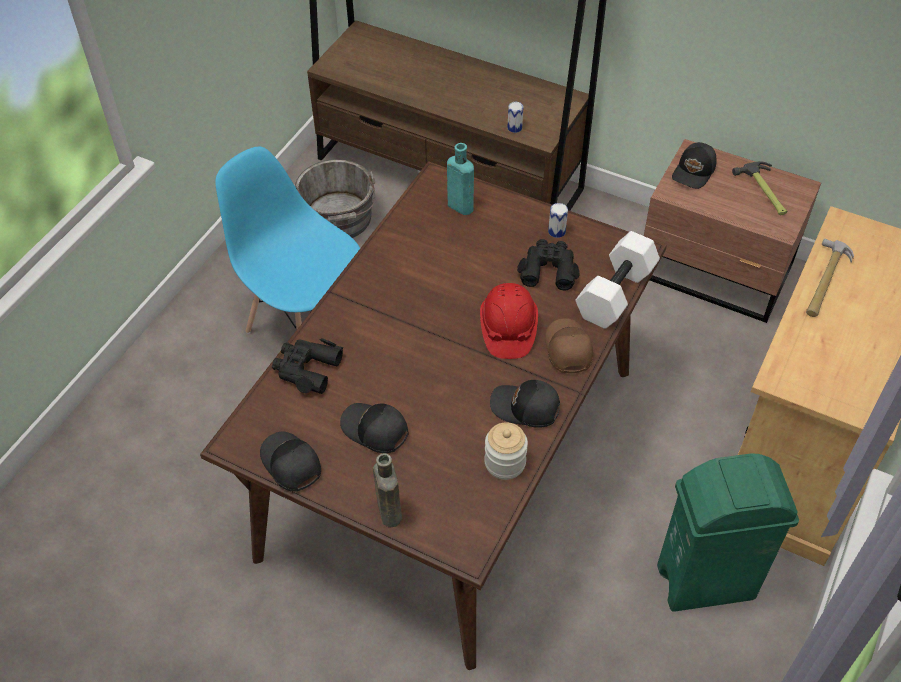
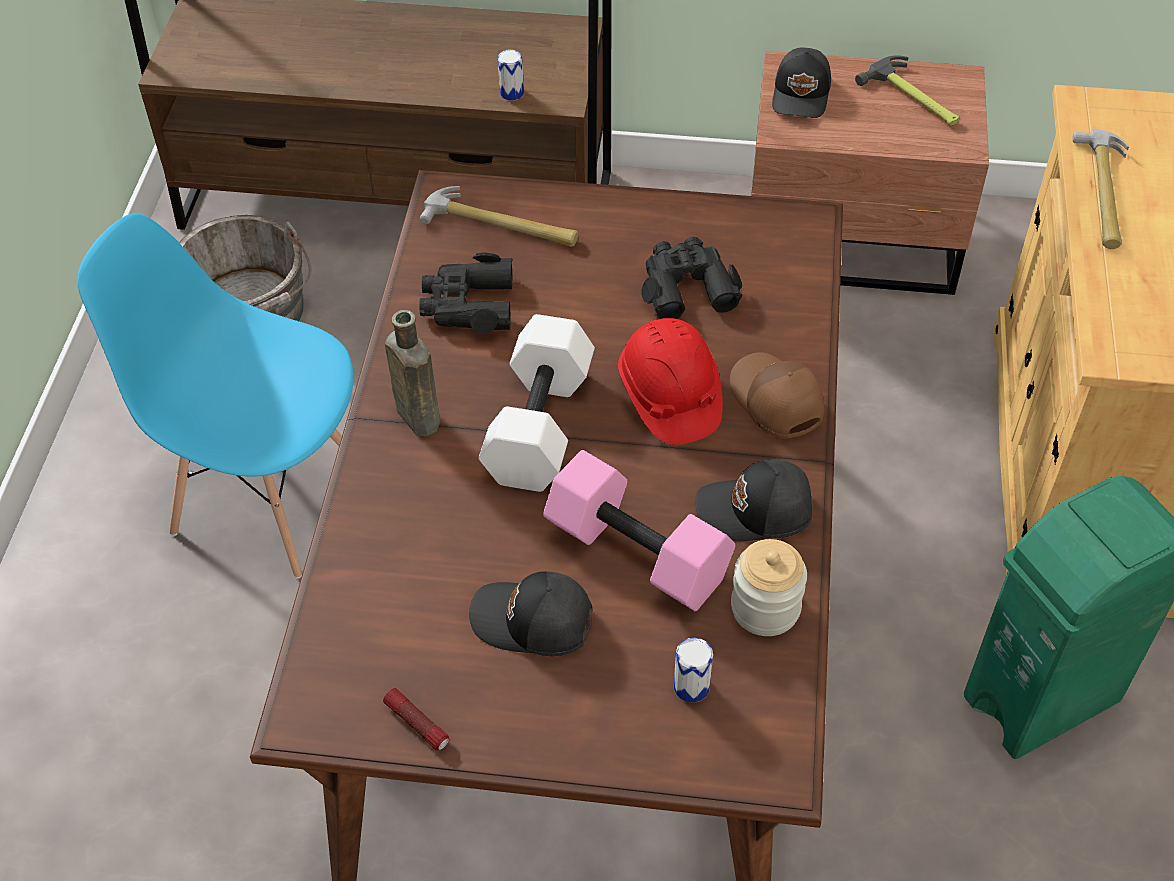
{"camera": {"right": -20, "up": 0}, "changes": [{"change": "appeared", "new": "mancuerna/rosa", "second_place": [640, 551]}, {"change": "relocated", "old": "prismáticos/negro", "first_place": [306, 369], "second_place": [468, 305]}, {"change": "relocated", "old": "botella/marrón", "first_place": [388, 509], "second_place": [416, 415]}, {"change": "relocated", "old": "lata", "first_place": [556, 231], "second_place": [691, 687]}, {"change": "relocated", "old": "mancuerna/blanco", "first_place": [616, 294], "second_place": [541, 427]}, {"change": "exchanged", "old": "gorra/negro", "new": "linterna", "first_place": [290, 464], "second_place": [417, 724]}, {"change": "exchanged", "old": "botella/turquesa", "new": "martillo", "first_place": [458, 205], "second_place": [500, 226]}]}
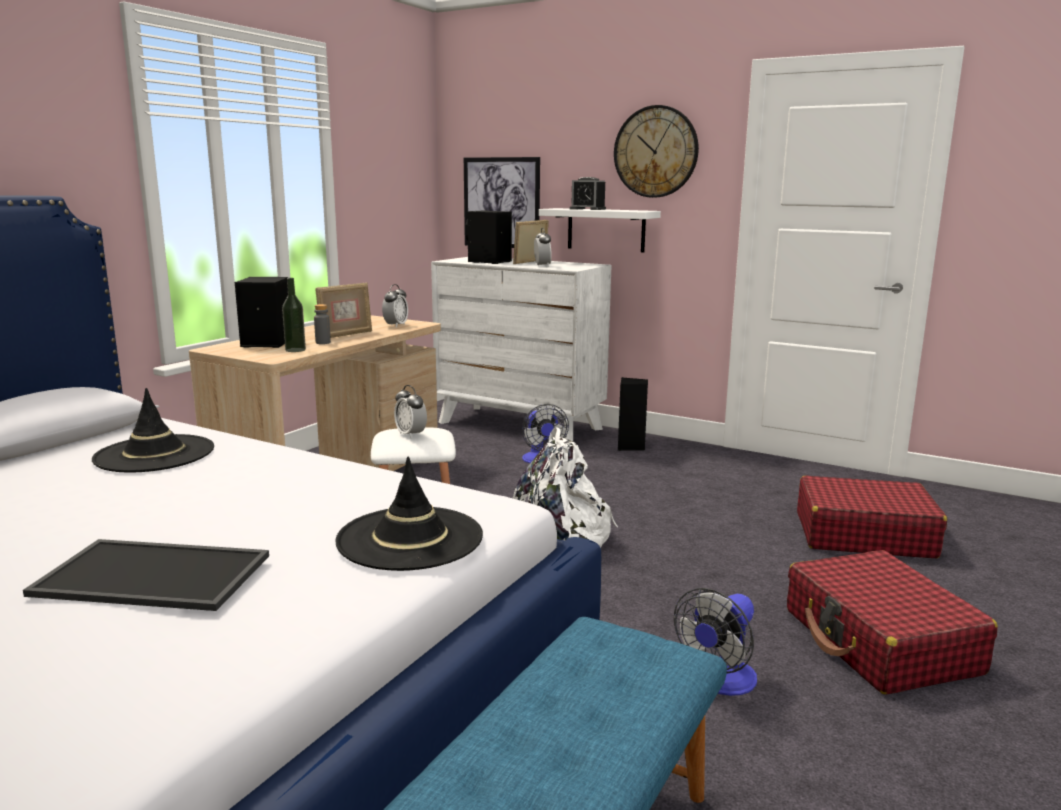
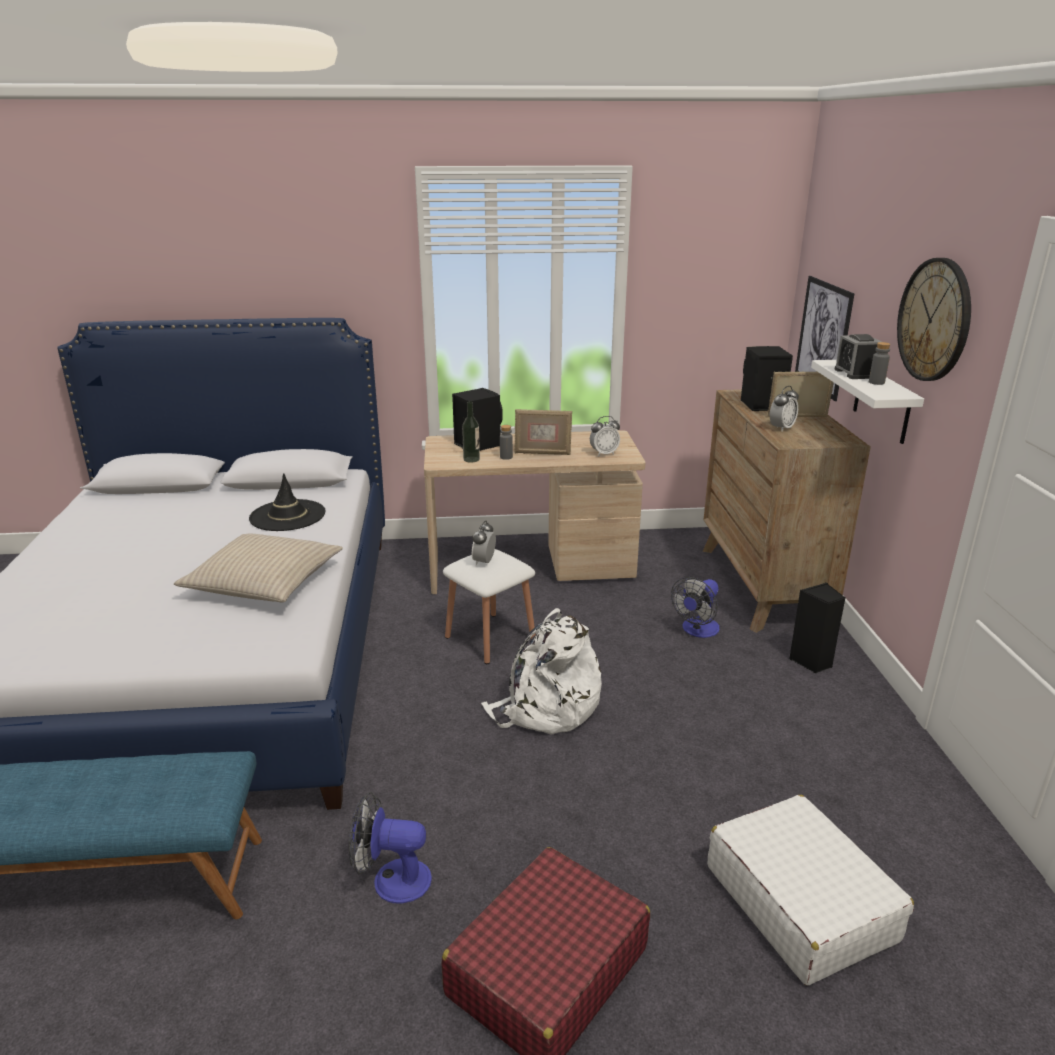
{"camera": {"right": 55, "up": 10}, "changes": [{"change": "missing", "old": "bandeja", "first_place": [156, 574]}, {"change": "missing", "old": "sombrero/negro", "first_place": [410, 538]}, {"change": "appeared", "new": "cojín/beis", "second_place": [264, 582]}, {"change": "appeared", "new": "botella/gris", "second_place": [876, 382]}, {"change": "colour", "old": "cómoda/blanco", "new": "cómoda/marrón", "first_place": [520, 425], "second_place": [762, 585]}, {"change": "colour", "old": "maleta/rojo", "new": "maleta/blanco", "first_place": [863, 535], "second_place": [799, 902]}]}
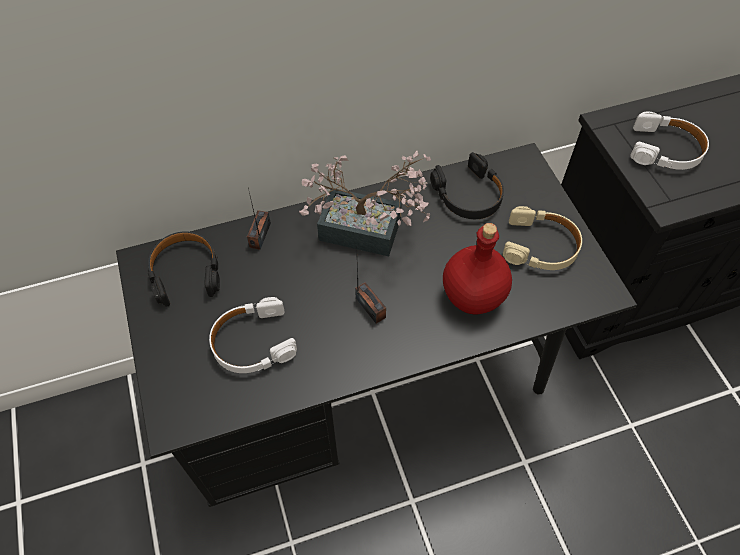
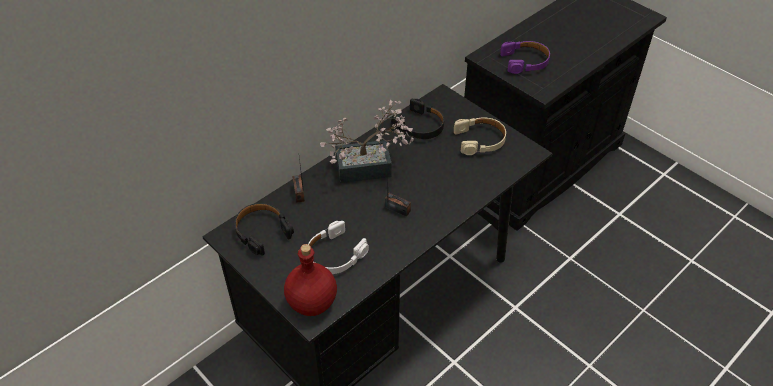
{"camera": {"right": -25, "up": -10}, "changes": [{"change": "relocated", "old": "botella/rojo", "first_place": [473, 297], "second_place": [312, 303]}, {"change": "colour", "old": "auriculares/blanco", "new": "auriculares/morado", "first_place": [665, 150], "second_place": [525, 61]}]}
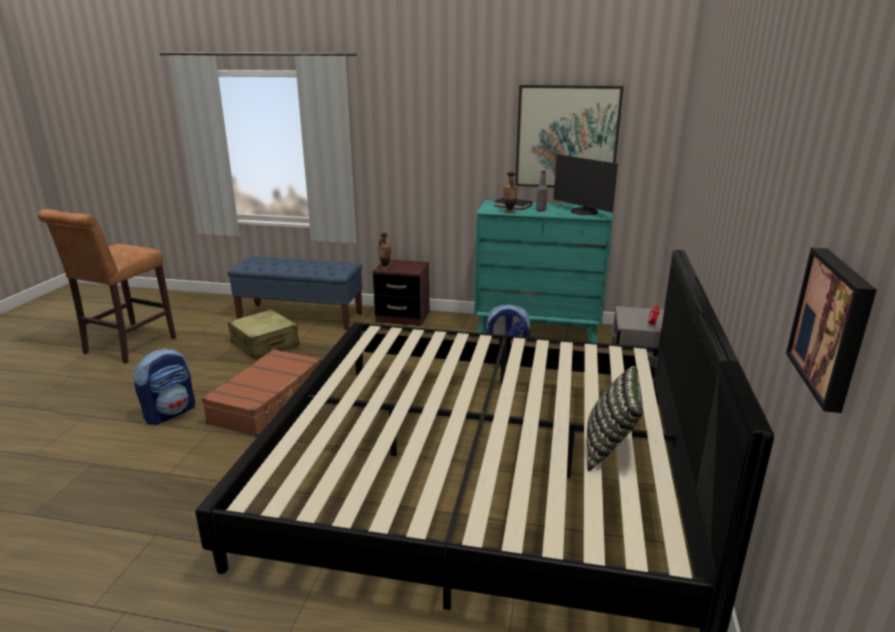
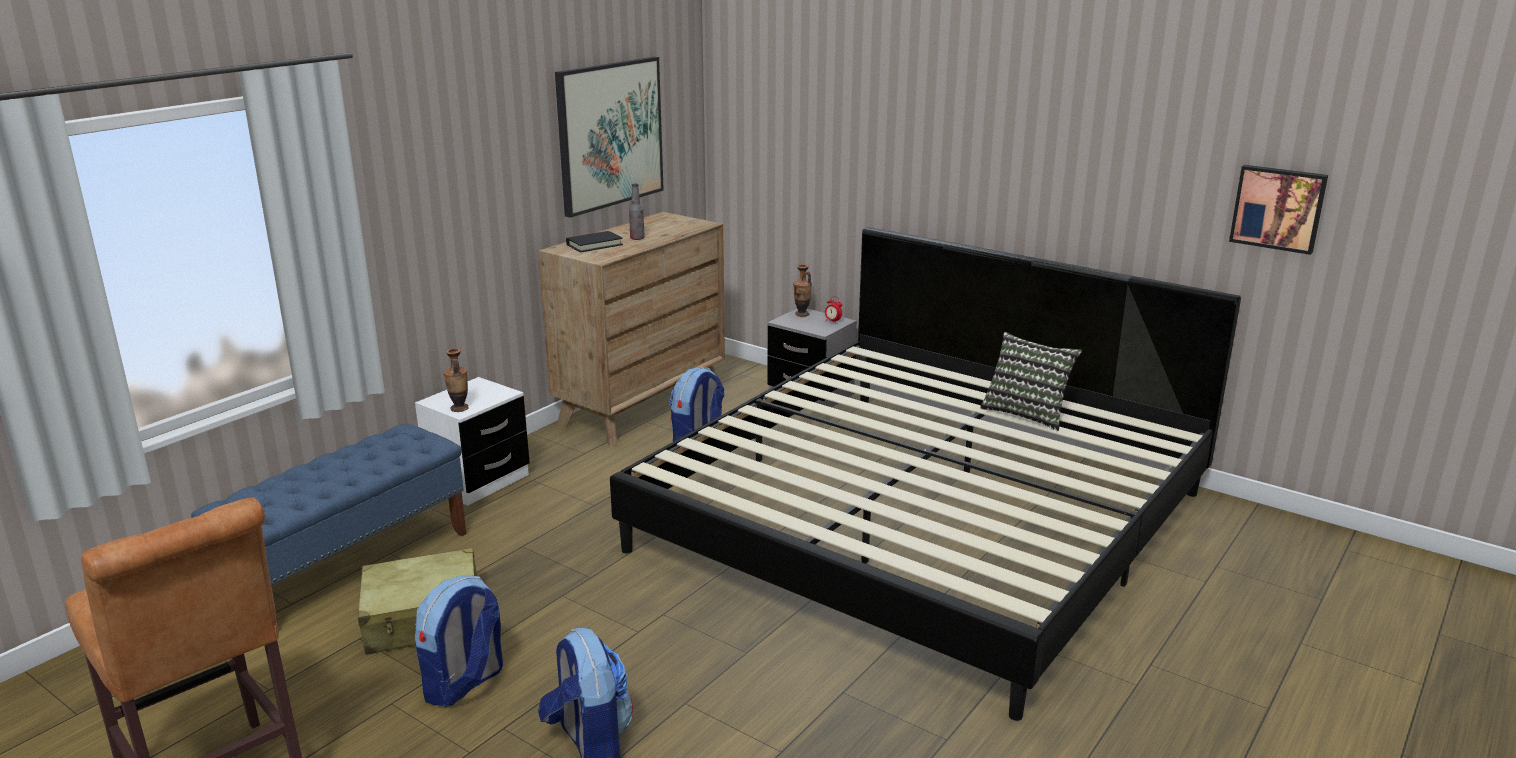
{"camera": {"right": -65, "up": 0}, "changes": [{"change": "missing", "old": "maleta/marrón", "first_place": [269, 402]}, {"change": "missing", "old": "monitor", "first_place": [583, 212]}, {"change": "appeared", "new": "mochila", "second_place": [464, 684]}, {"change": "relocated", "old": "florero", "first_place": [509, 212], "second_place": [802, 314]}, {"change": "colour", "old": "mesita de noche/marrón", "new": "mesita de noche/blanco", "first_place": [403, 317], "second_place": [478, 481]}, {"change": "colour", "old": "cómoda/turquesa", "new": "cómoda/marrón", "first_place": [537, 331], "second_place": [641, 407]}]}
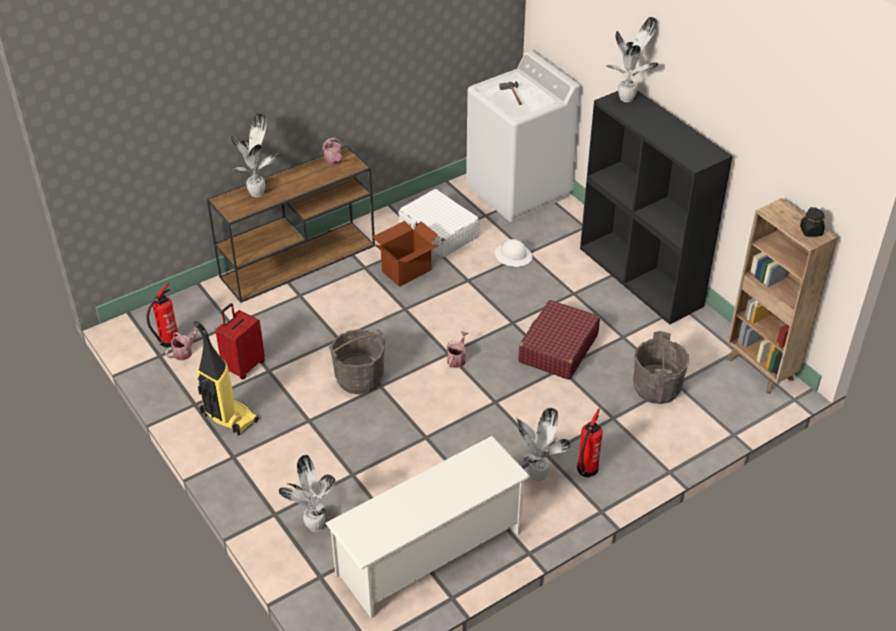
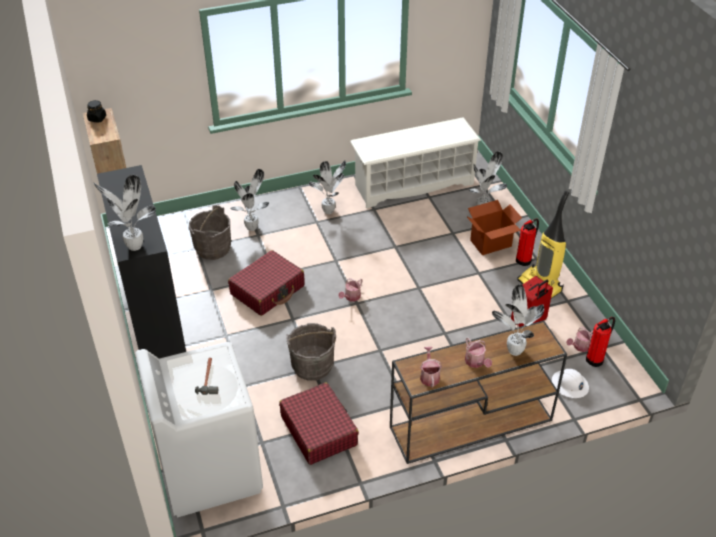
{"camera": {"right": -165, "up": 0}, "changes": [{"change": "appeared", "new": "planta en maceta", "second_place": [252, 227]}, {"change": "appeared", "new": "regadera", "second_place": [476, 362]}, {"change": "relocated", "old": "cubo/gris", "first_place": [359, 378], "second_place": [312, 366]}, {"change": "relocated", "old": "caja de cartón", "first_place": [406, 270], "second_place": [491, 243]}, {"change": "relocated", "old": "casco/blanco", "first_place": [513, 256], "second_place": [569, 385]}, {"change": "relocated", "old": "extintor", "first_place": [586, 470], "second_place": [524, 260]}, {"change": "colour", "old": "maleta/blanco", "new": "maleta/rojo", "first_place": [439, 232], "second_place": [319, 430]}]}
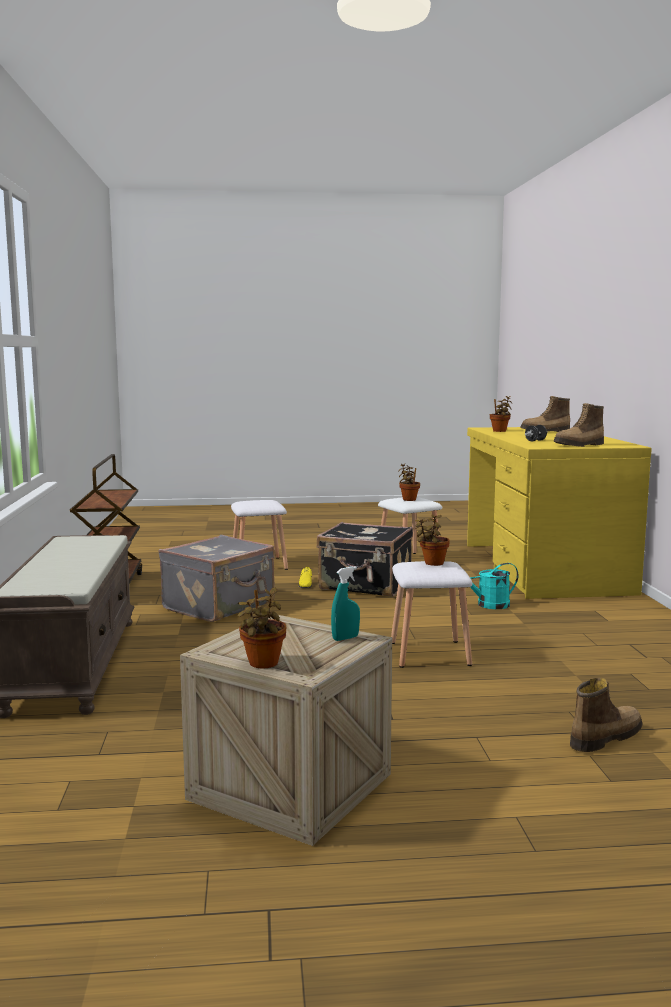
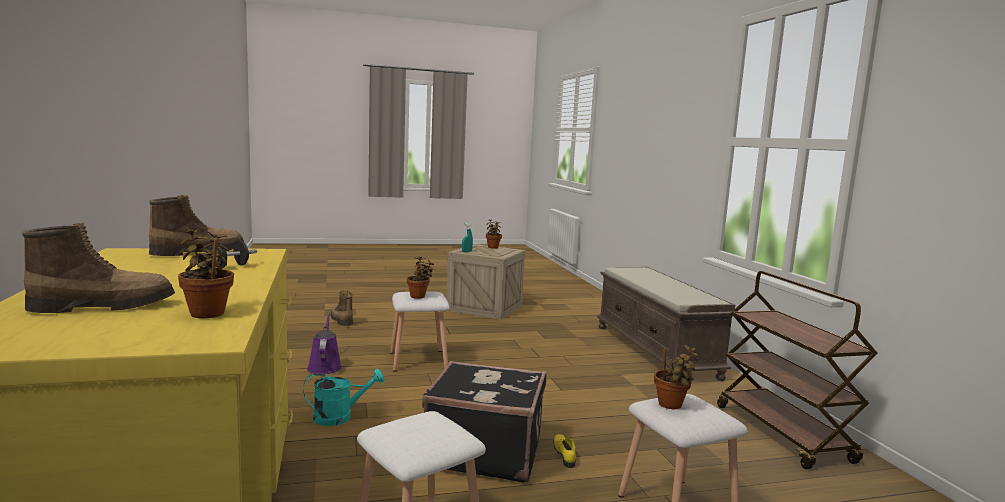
{"camera": {"right": 170, "up": 0}, "changes": [{"change": "missing", "old": "maleta/gris", "first_place": [220, 606]}, {"change": "appeared", "new": "regadera/morado", "second_place": [324, 366]}, {"change": "relocated", "old": "planta en maceta", "first_place": [408, 499], "second_place": [671, 405]}, {"change": "spun", "old": "bota", "first_place": [604, 737], "second_place": [341, 320], "degrees": 105}]}
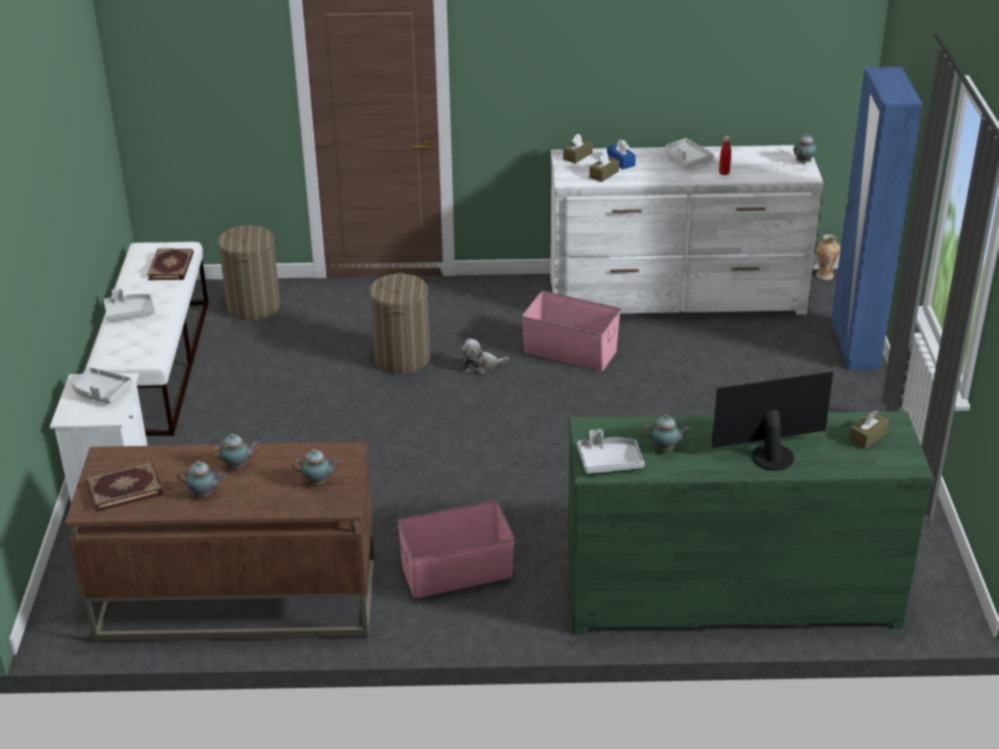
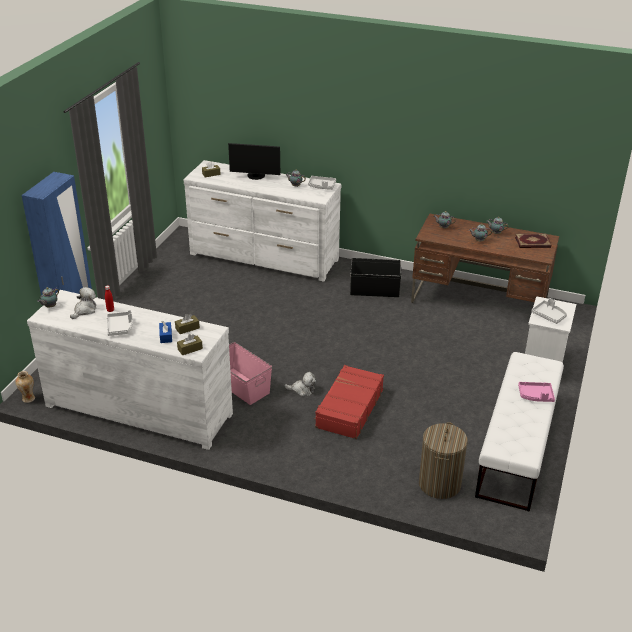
{"camera": {"right": -160, "up": 0}, "changes": [{"change": "missing", "old": "libro", "first_place": [172, 266]}, {"change": "appeared", "new": "peluche", "second_place": [84, 310]}, {"change": "exchanged", "old": "cesto de la ropa", "new": "maleta/rojo", "first_place": [402, 358], "second_place": [349, 409]}, {"change": "colour", "old": "bandeja/gris", "new": "bandeja/rosa", "first_place": [129, 312], "second_place": [535, 396]}, {"change": "colour", "old": "caja de almacenaje/rosa", "new": "caja de almacenaje/negro", "first_place": [458, 572], "second_place": [374, 289]}, {"change": "colour", "old": "cómoda/verde", "new": "cómoda/blanco", "first_place": [729, 594], "second_place": [264, 257]}]}
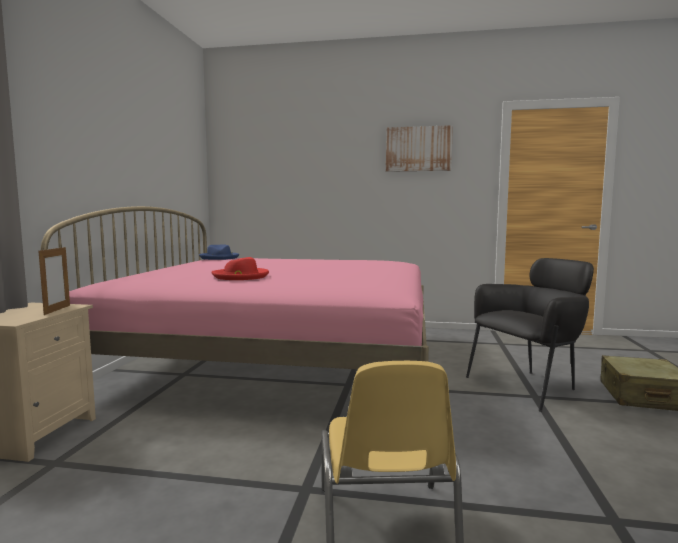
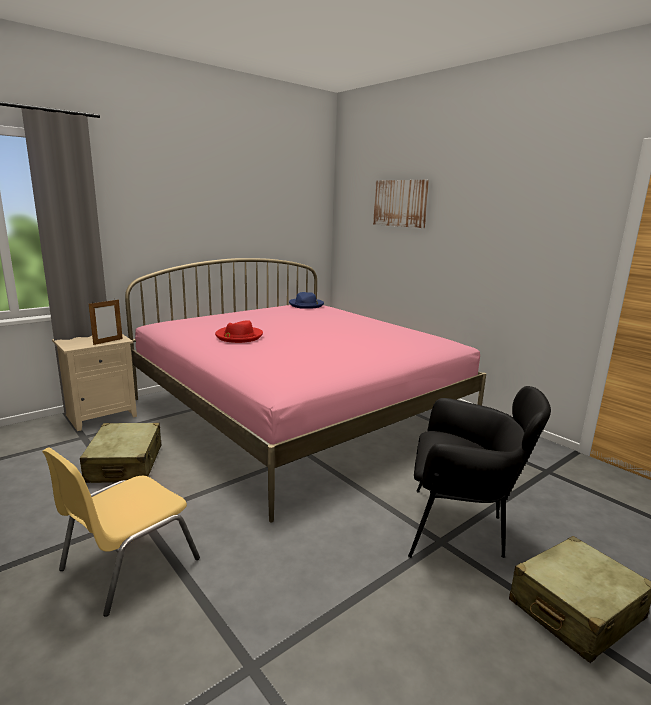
{"camera": {"right": 40, "up": 10}, "changes": [{"change": "appeared", "new": "maleta/beis", "second_place": [125, 464]}, {"change": "relocated", "old": "cuadro", "first_place": [418, 149], "second_place": [400, 203]}]}
